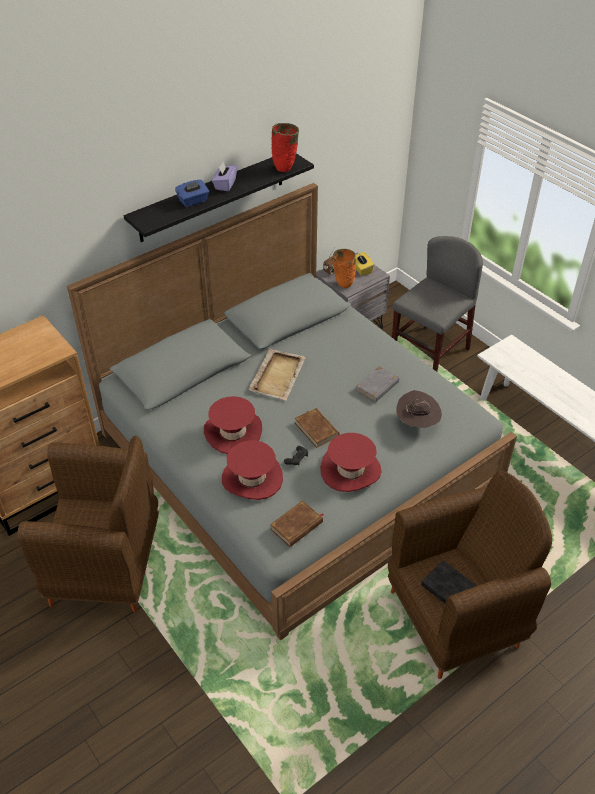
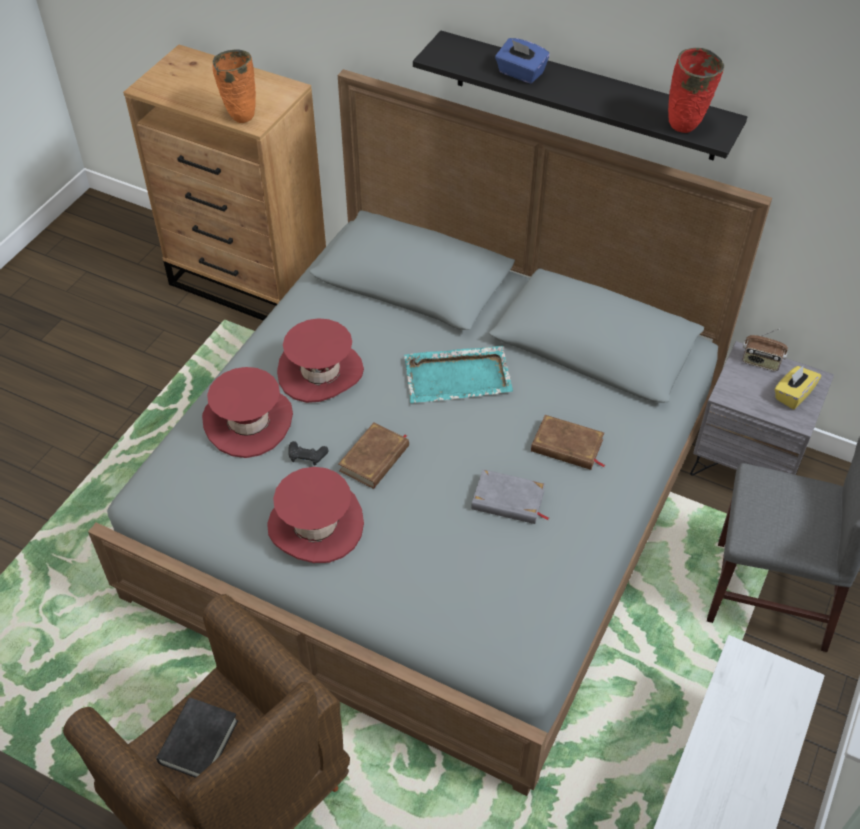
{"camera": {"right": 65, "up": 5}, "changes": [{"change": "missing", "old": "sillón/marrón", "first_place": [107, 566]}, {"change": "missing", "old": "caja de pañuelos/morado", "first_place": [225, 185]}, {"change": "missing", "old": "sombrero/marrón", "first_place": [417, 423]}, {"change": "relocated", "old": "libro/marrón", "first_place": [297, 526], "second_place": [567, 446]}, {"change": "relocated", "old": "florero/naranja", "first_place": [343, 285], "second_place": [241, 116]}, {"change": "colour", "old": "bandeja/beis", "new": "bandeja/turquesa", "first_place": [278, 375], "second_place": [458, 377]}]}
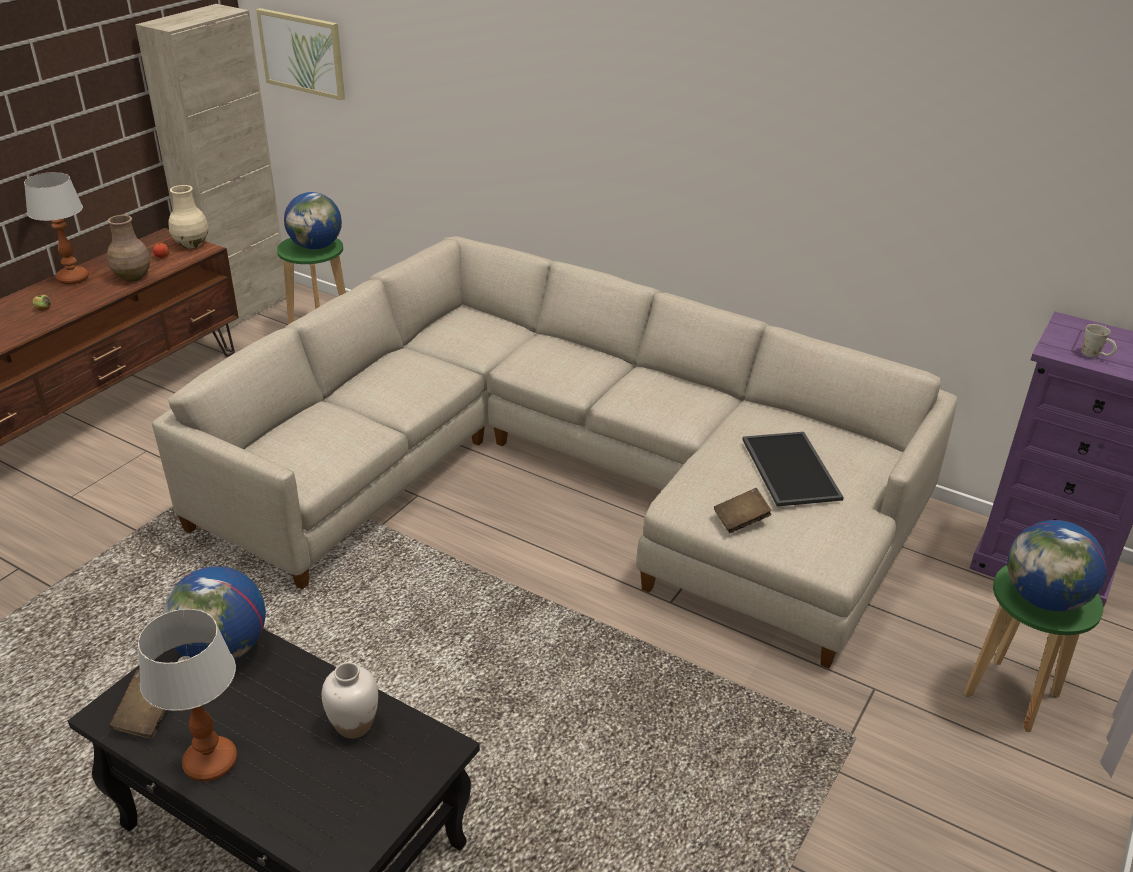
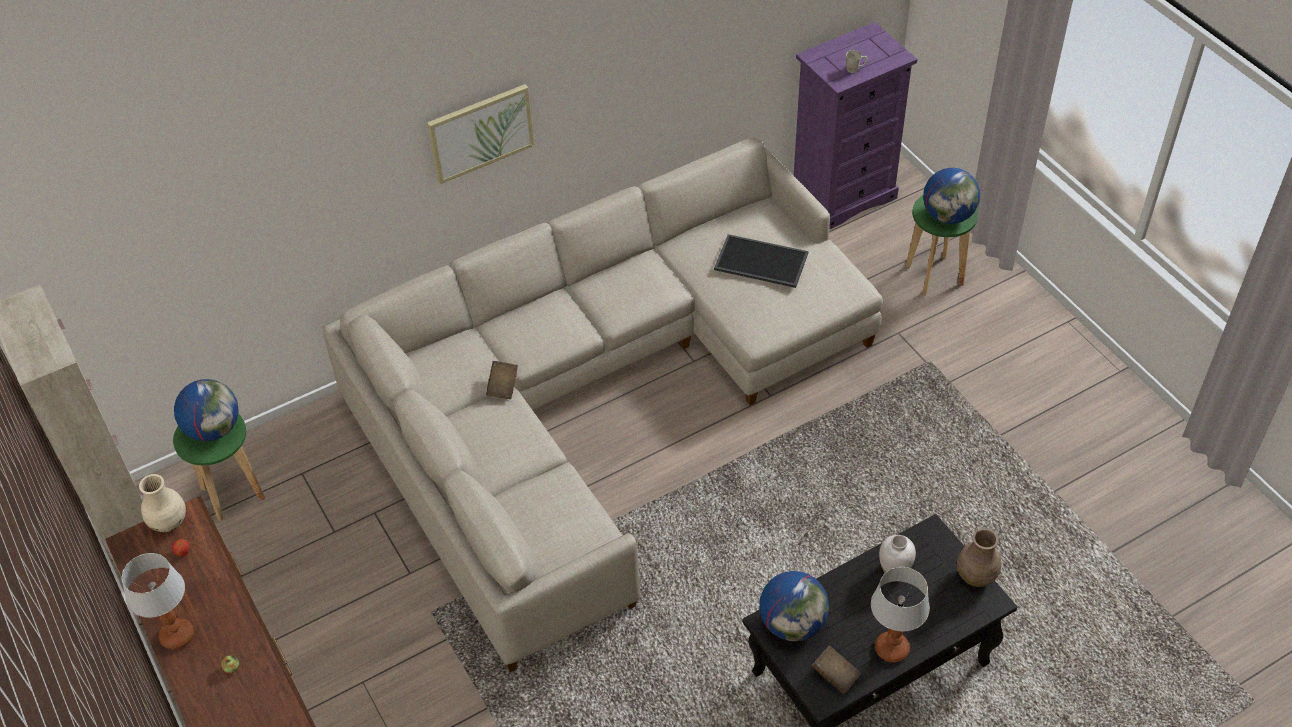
{"camera": {"right": -60, "up": 15}, "changes": [{"change": "relocated", "old": "florero/marrón", "first_place": [133, 277], "second_place": [976, 576]}, {"change": "relocated", "old": "cuadro", "first_place": [302, 53], "second_place": [480, 132]}, {"change": "relocated", "old": "libro/marrón", "first_place": [741, 520], "second_place": [503, 386]}]}
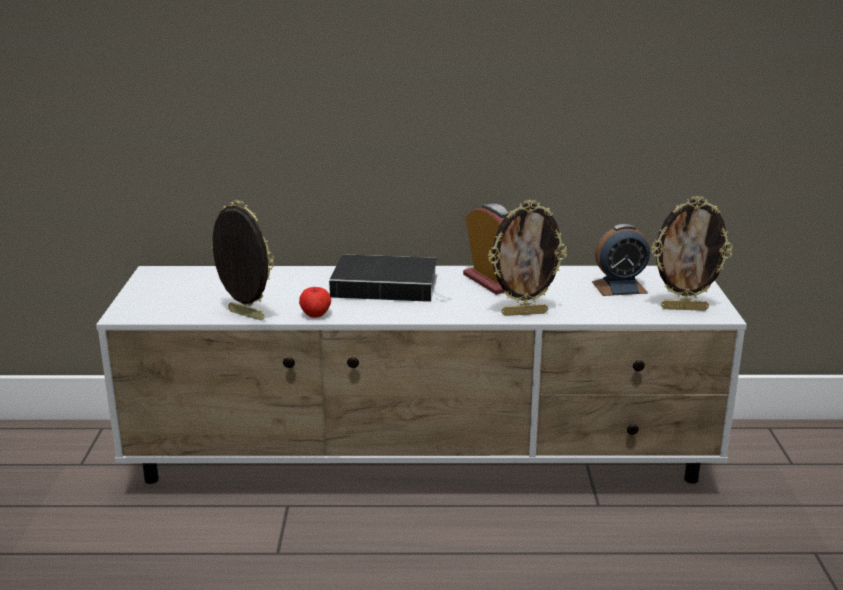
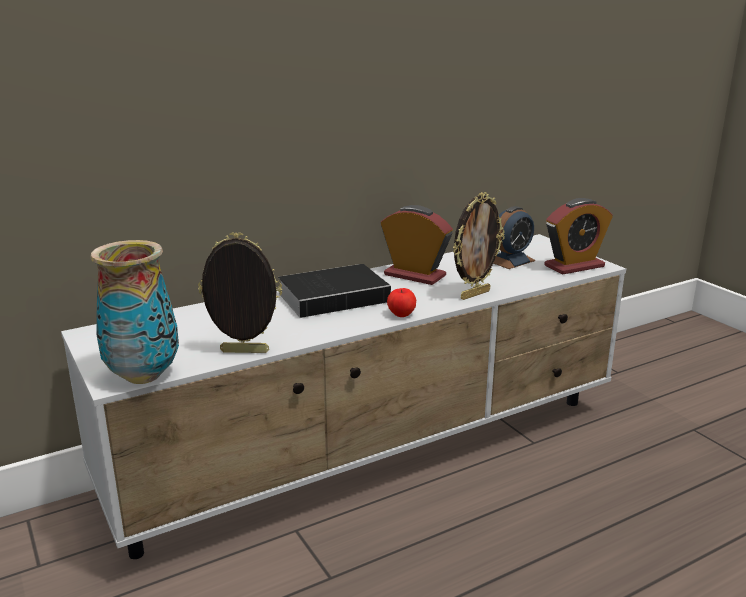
{"camera": {"right": -30, "up": 0}, "changes": [{"change": "appeared", "new": "florero", "second_place": [143, 376]}, {"change": "relocated", "old": "manzana", "first_place": [316, 315], "second_place": [401, 314]}, {"change": "exchanged", "old": "portarretratos", "new": "despertador", "first_place": [684, 308], "second_place": [574, 266]}]}
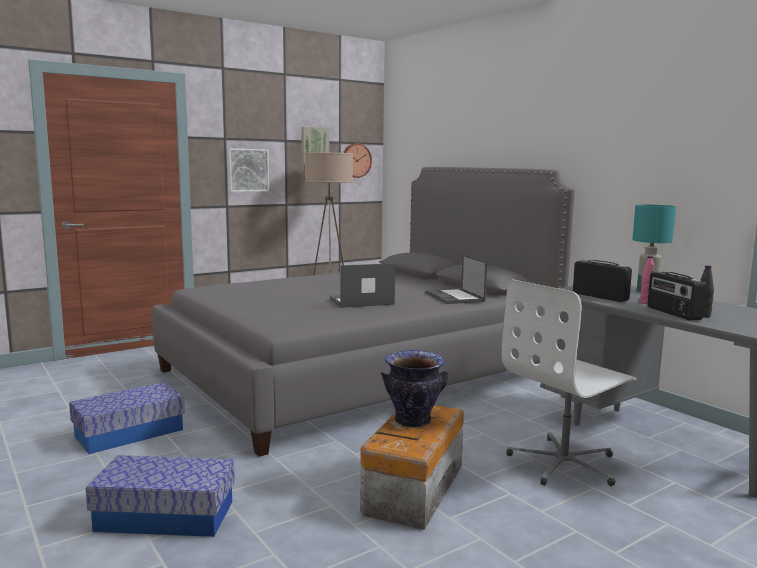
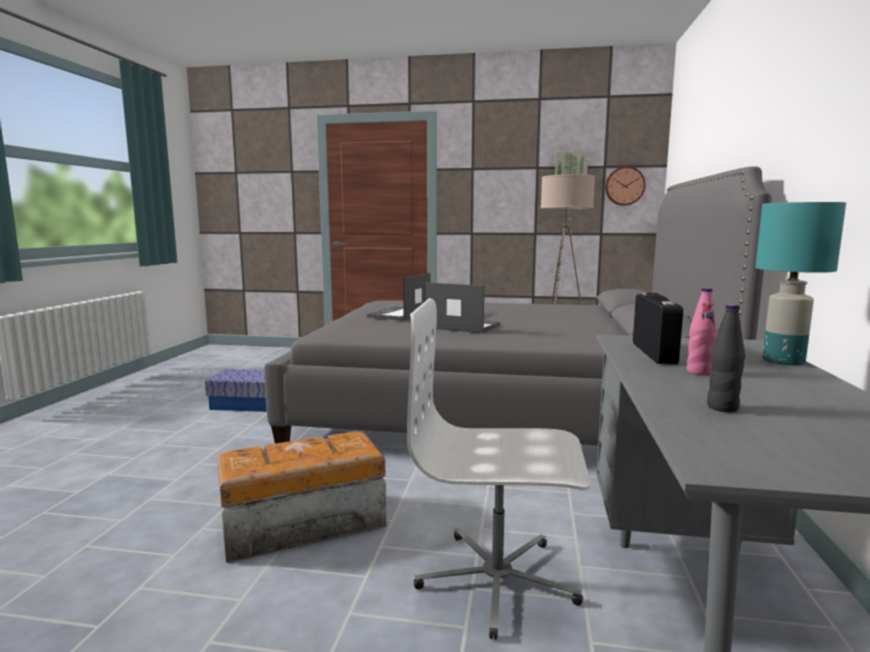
{"camera": {"right": 45, "up": 0}, "changes": [{"change": "missing", "old": "caja de almacenaje", "first_place": [165, 516]}, {"change": "missing", "old": "cuadro", "first_place": [247, 170]}, {"change": "missing", "old": "florero", "first_place": [413, 422]}, {"change": "missing", "old": "radio", "first_place": [672, 313]}, {"change": "relocated", "old": "portátil", "first_place": [455, 297], "second_place": [399, 314]}]}
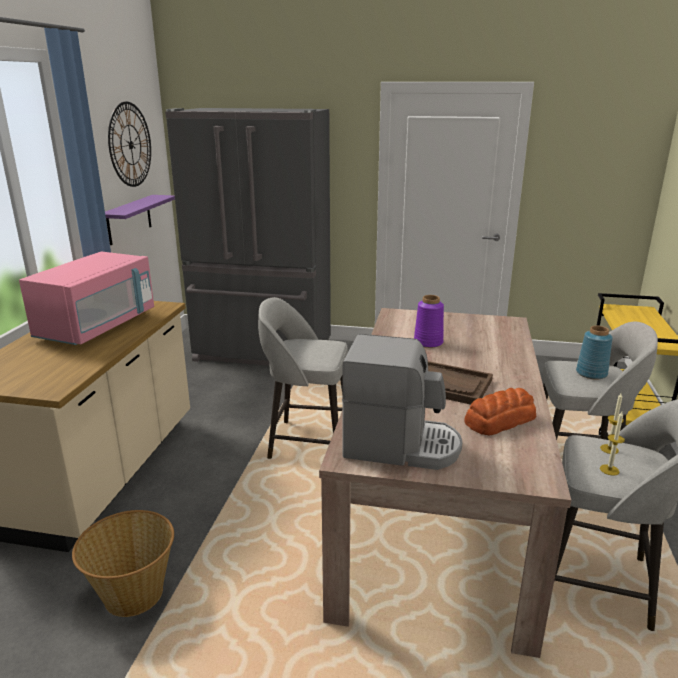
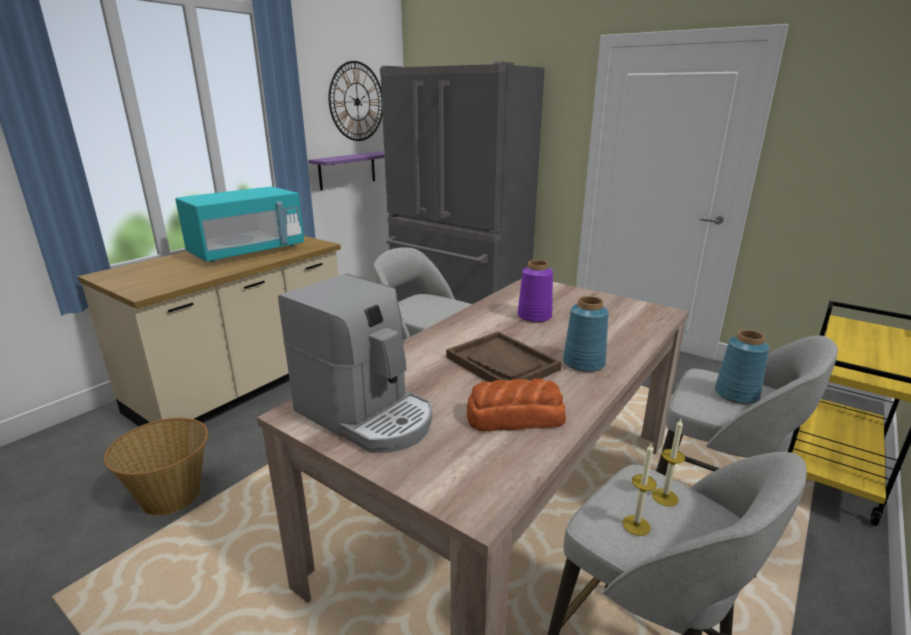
{"camera": {"right": 25, "up": 0}, "changes": [{"change": "appeared", "new": "florero/azul", "second_place": [583, 363]}, {"change": "colour", "old": "microondas/rosa", "new": "microondas/turquesa", "first_place": [98, 326], "second_place": [247, 252]}]}
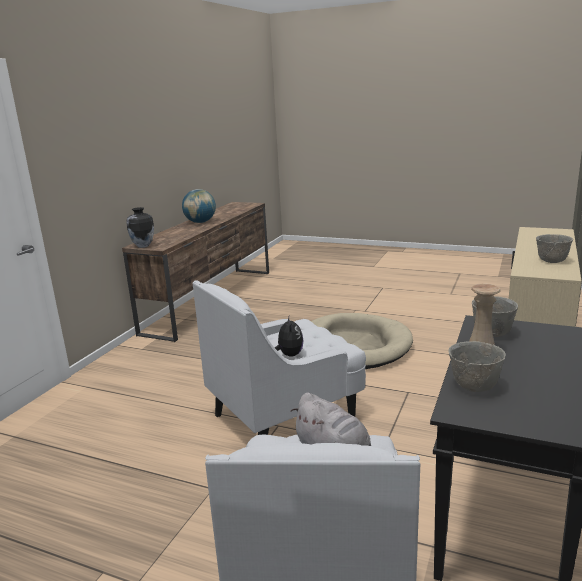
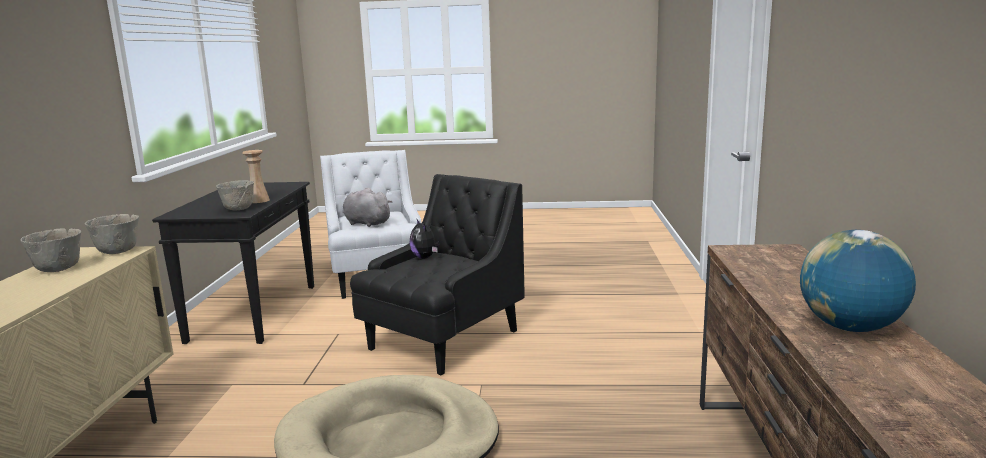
{"camera": {"right": 160, "up": -5}, "changes": [{"change": "missing", "old": "florero", "first_place": [143, 246]}, {"change": "relocated", "old": "cuenco/gris", "first_place": [474, 386], "second_place": [118, 251]}, {"change": "colour", "old": "sillón/blanco", "new": "sillón/negro", "first_place": [285, 416], "second_place": [443, 341]}]}
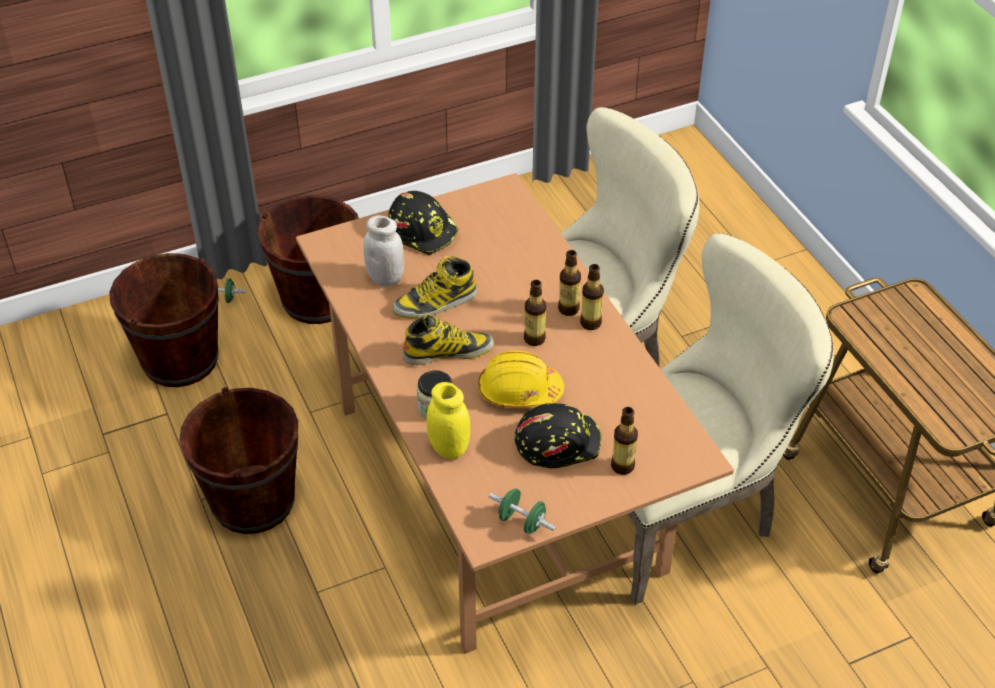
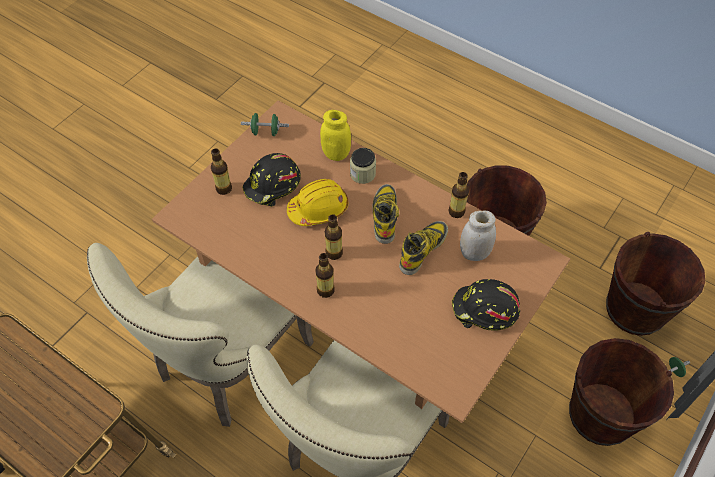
{"camera": {"right": 150, "up": 10}, "changes": [{"change": "relocated", "old": "botella", "first_place": [590, 323], "second_place": [456, 211]}, {"change": "spun", "old": "bota", "first_place": [448, 351], "second_place": [384, 215], "degrees": 135}]}
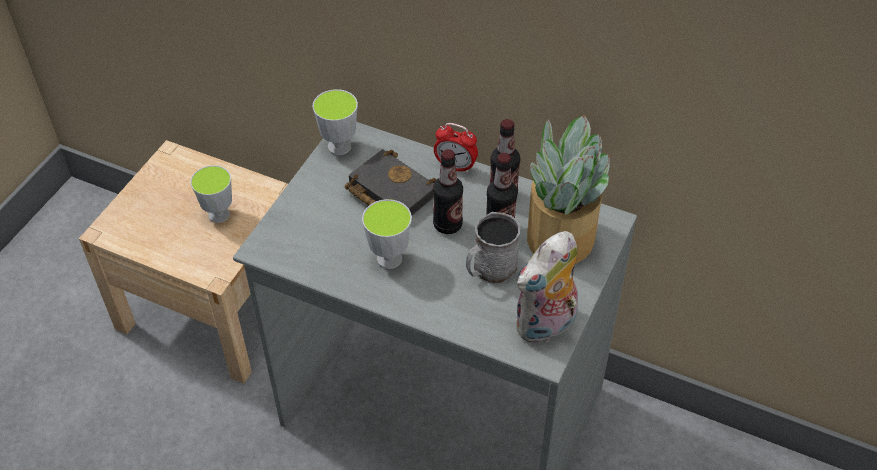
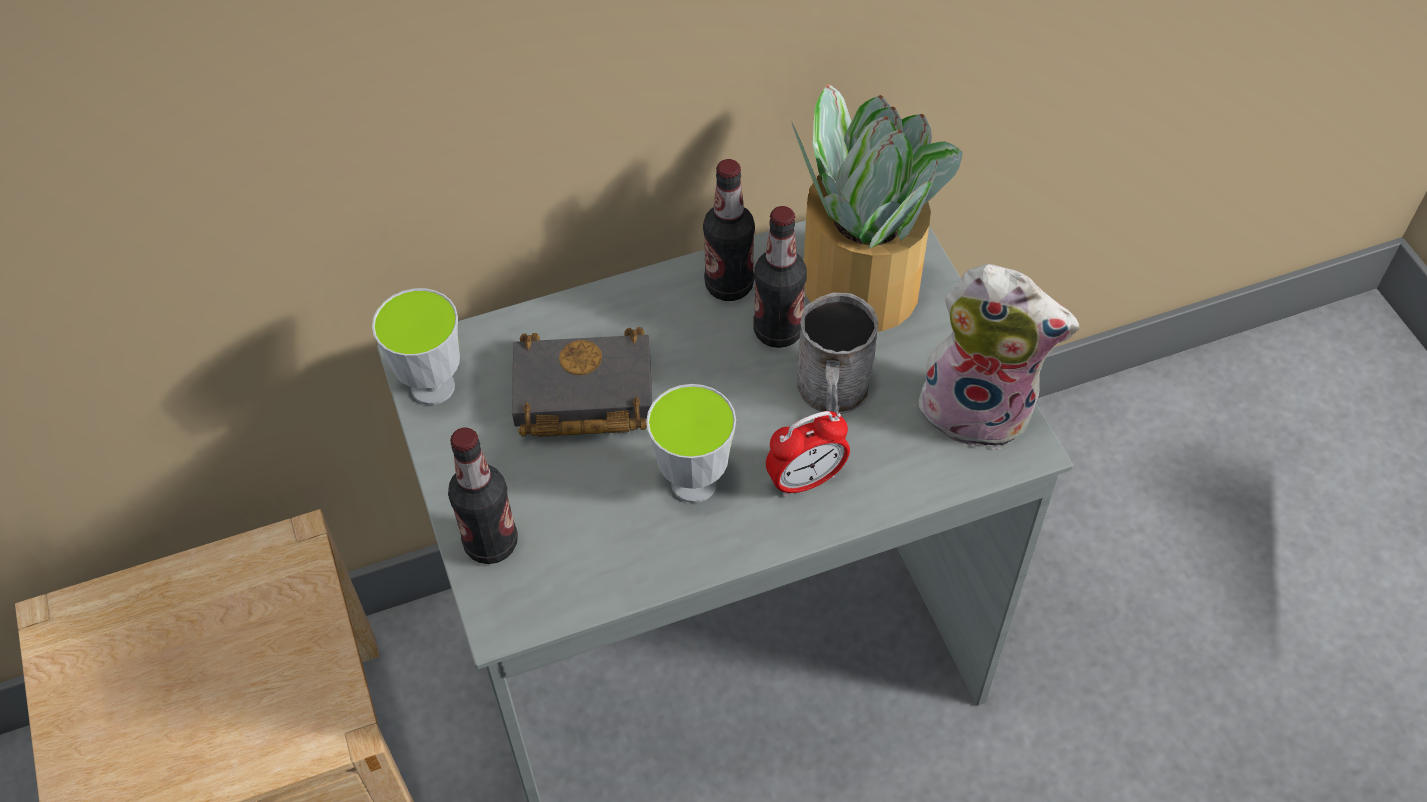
{"camera": {"right": -45, "up": 5}, "changes": [{"change": "missing", "old": "taza", "first_place": [219, 215]}, {"change": "relocated", "old": "botella", "first_place": [447, 225], "second_place": [491, 543]}, {"change": "relocated", "old": "despertador", "first_place": [455, 166], "second_place": [805, 480]}, {"change": "spun", "old": "peluche", "first_place": [546, 326], "second_place": [980, 408], "degrees": -75}]}
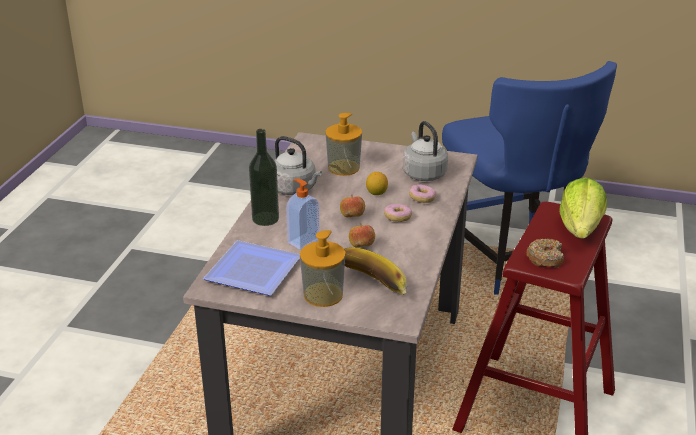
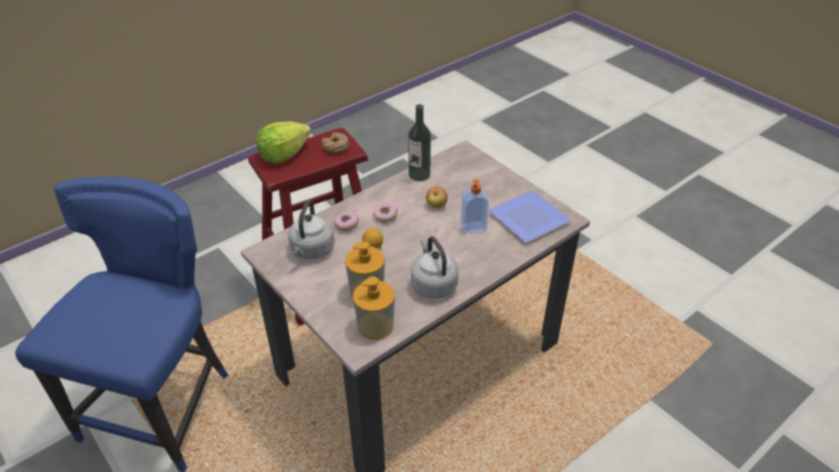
{"camera": {"right": -145, "up": 10}, "changes": [{"change": "missing", "old": "manzana", "first_place": [352, 216]}, {"change": "missing", "old": "plátano", "first_place": [371, 284]}, {"change": "relocated", "old": "botella", "first_place": [265, 218], "second_place": [419, 175]}, {"change": "relocated", "old": "dispensador de jabón", "first_place": [323, 294], "second_place": [375, 326]}]}
